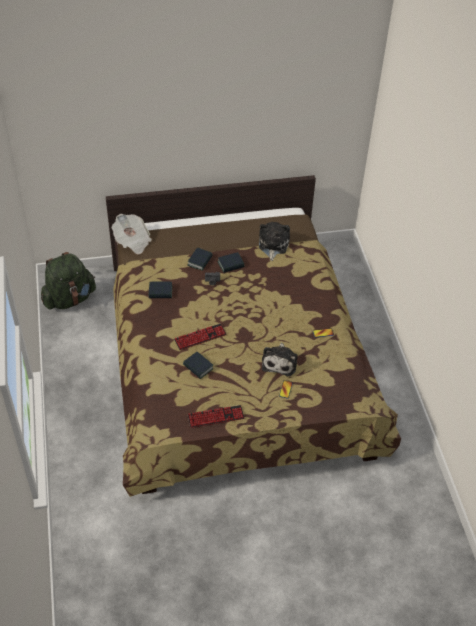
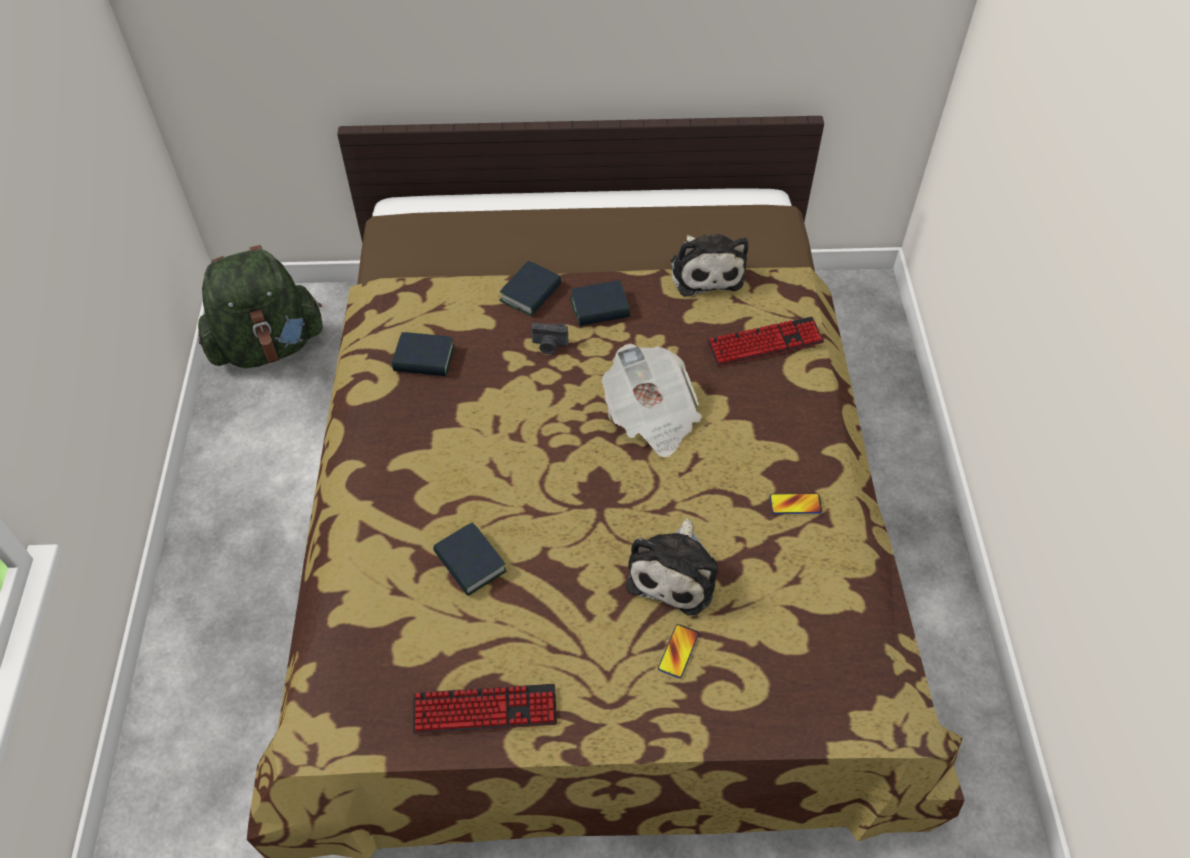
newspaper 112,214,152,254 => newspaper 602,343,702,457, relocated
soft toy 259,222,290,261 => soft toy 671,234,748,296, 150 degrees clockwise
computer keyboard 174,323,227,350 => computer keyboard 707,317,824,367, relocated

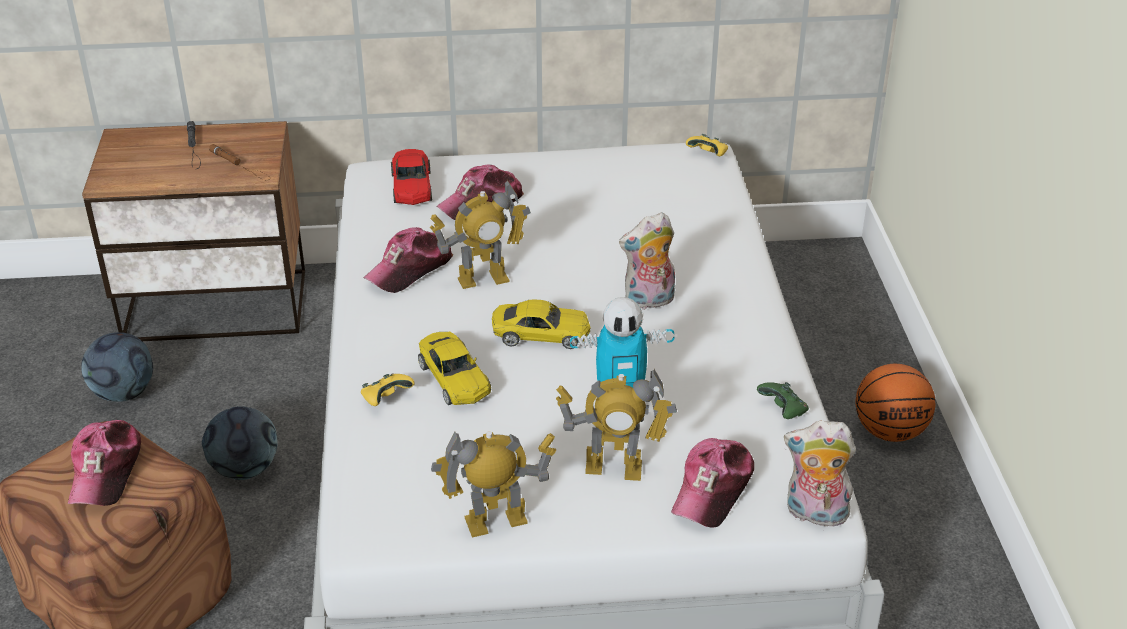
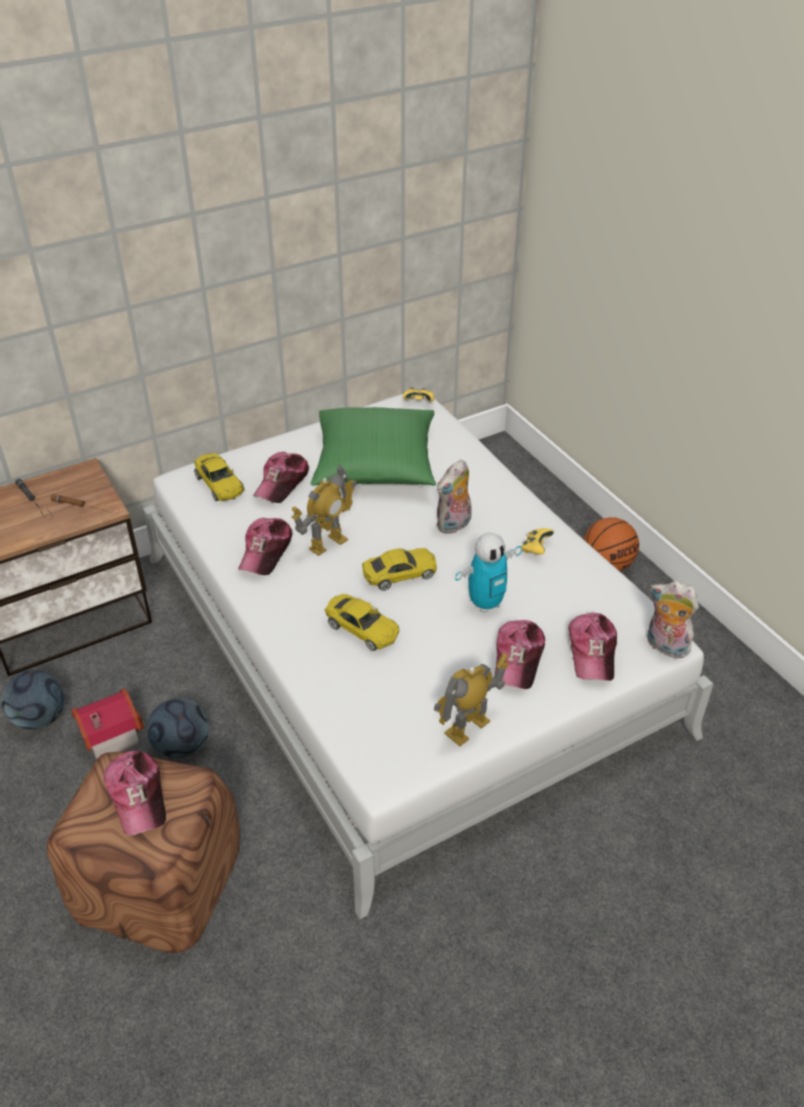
model car (red-coloured) 391,149,432,205 => model car (yellow-coloured) 194,453,244,501
toy robot 556,369,677,481 => peaked cap 495,620,545,689
joypad (yellow-coloured) 361,373,415,406 => joypad (yellow-coloured) 521,528,554,555, relocated
joypad (greenish) 757,382,809,419 => nothing
soft toy 784,420,856,527 => soft toy 647,581,699,658, 45 degrees clockwise
nothing => pillow (greenish) 310,407,436,486
nothing => toy house 71,688,144,759

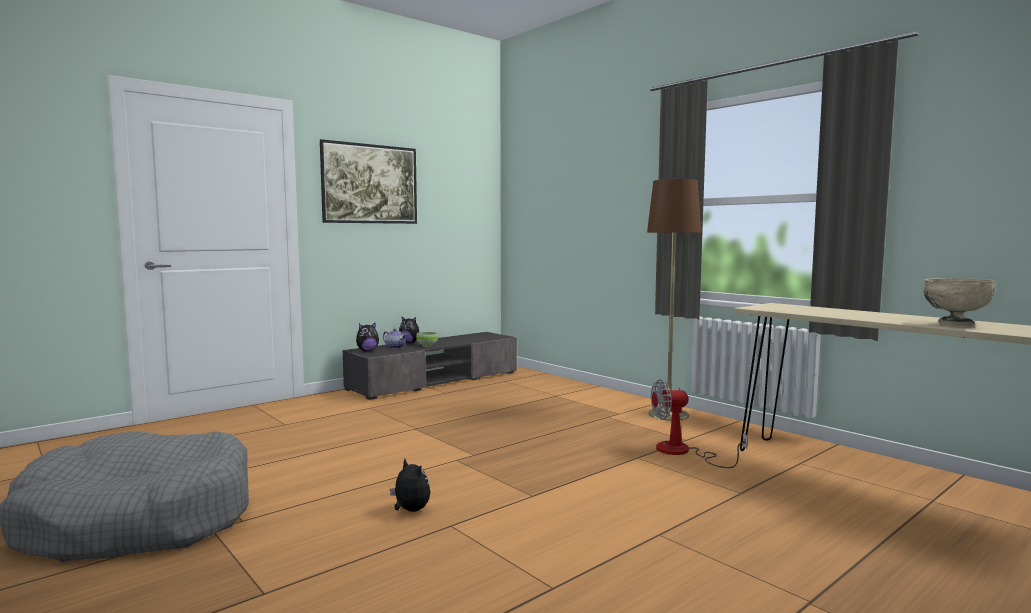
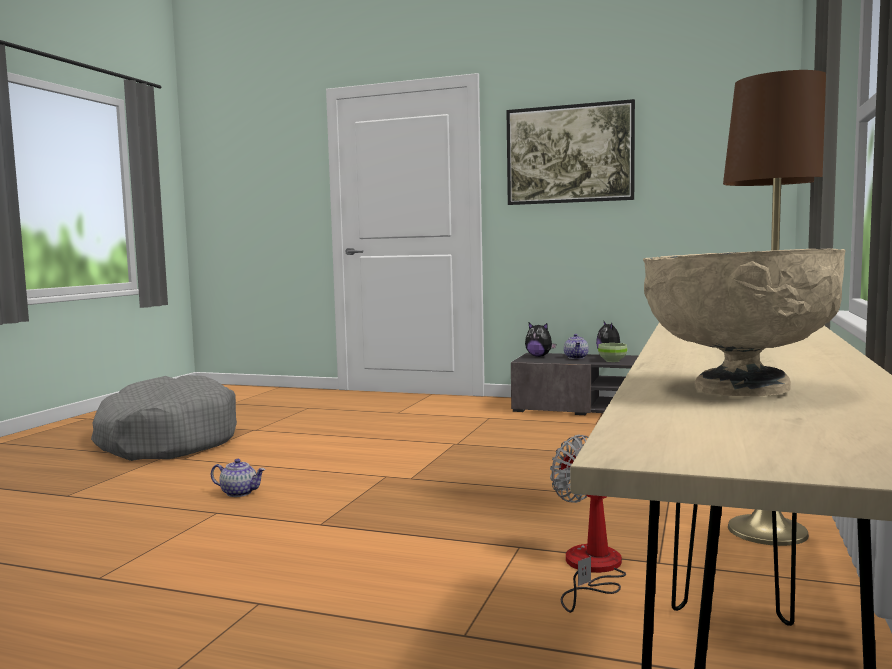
soft toy 390,459,430,512 => pot for tea 211,459,266,497

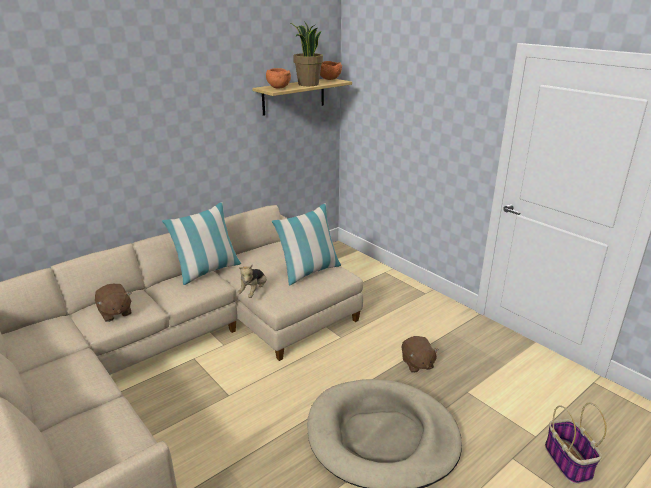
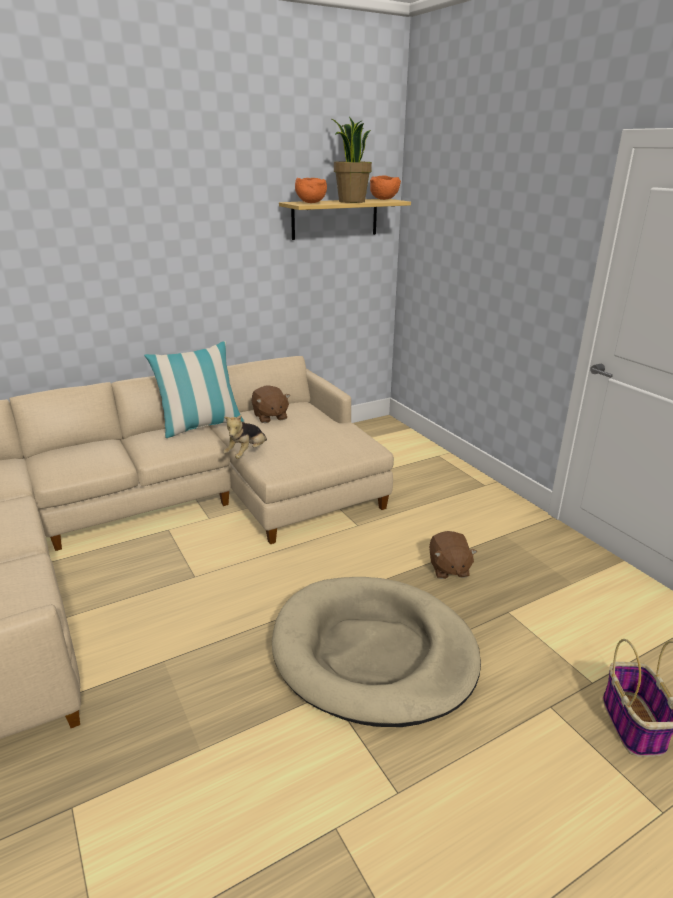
pillow 272,203,341,285 => nothing
soft toy (brown) 95,284,132,322 => soft toy (brown) 252,386,290,423, relocated

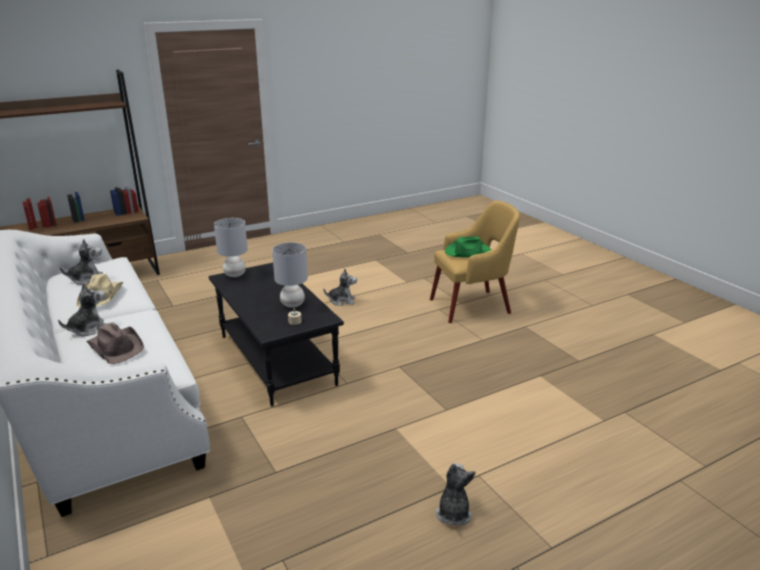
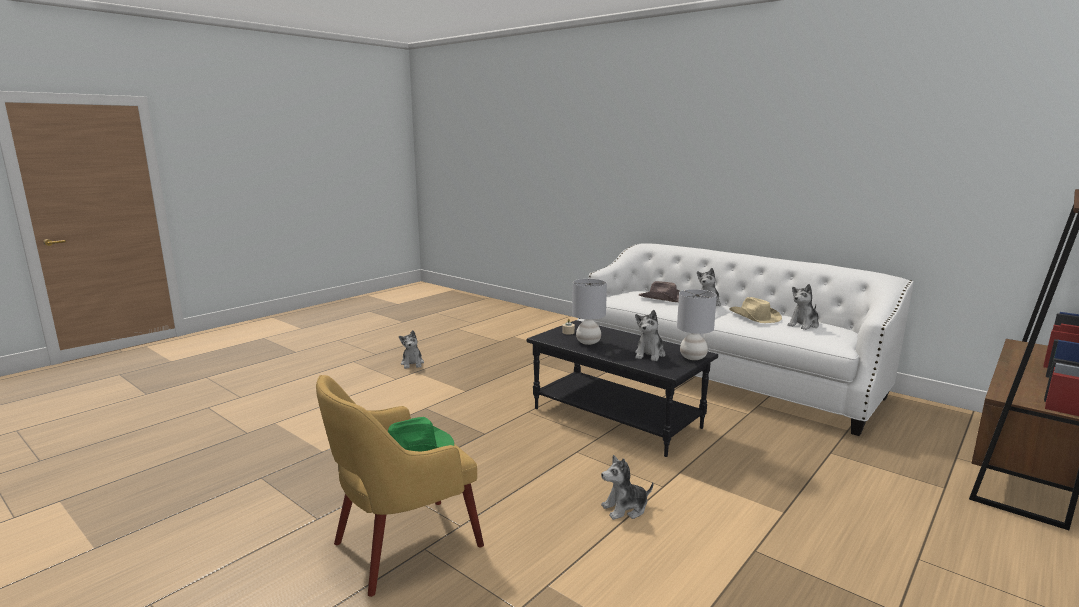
nothing => soft toy 635,310,666,361

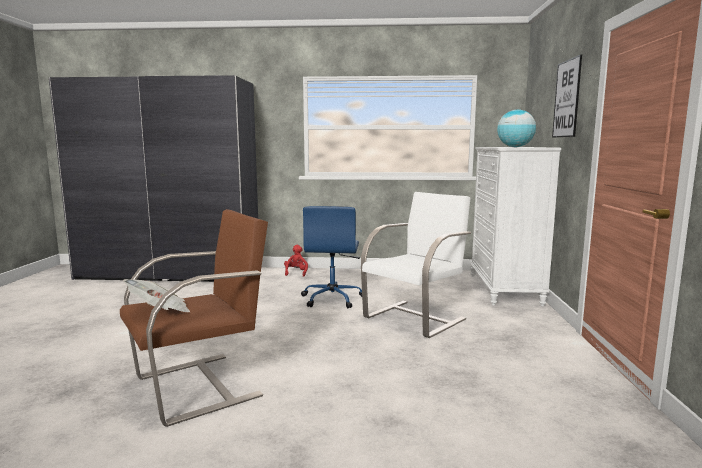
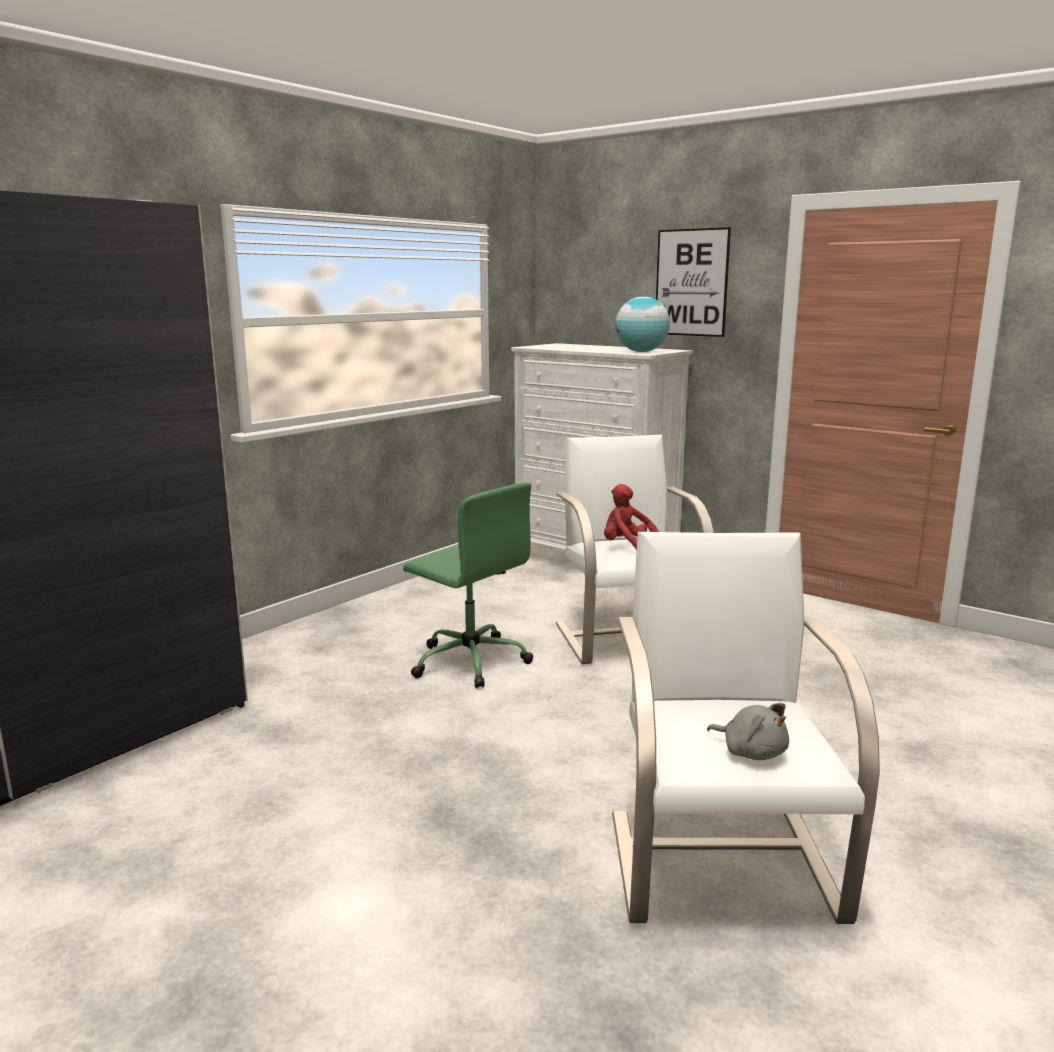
desk chair (blue-coloured) 301,206,362,308 => desk chair (greenish) 403,483,533,689
lounge chair (brown) 120,209,268,427 => lounge chair (whitish) 612,532,880,924
soft toy (red-coloured) 284,245,308,277 => soft toy (red-coloured) 604,484,659,550, relocated
newspaper 123,279,190,312 => soft toy (gray) 707,703,789,760

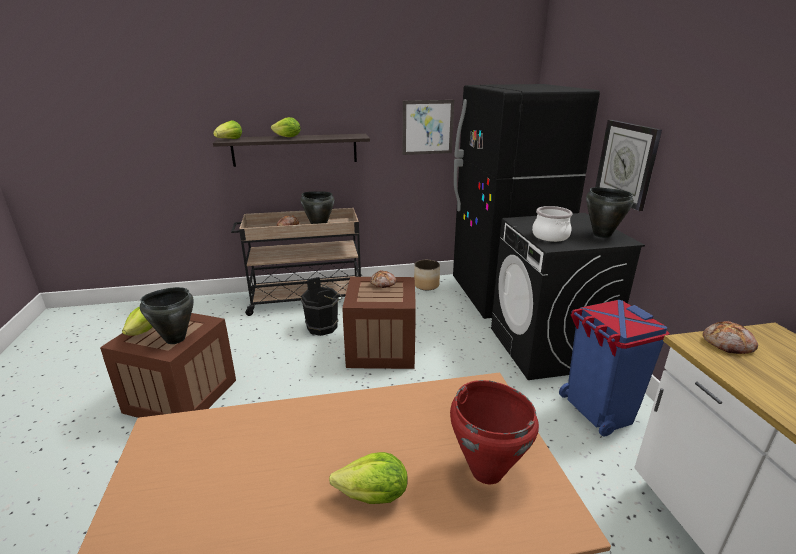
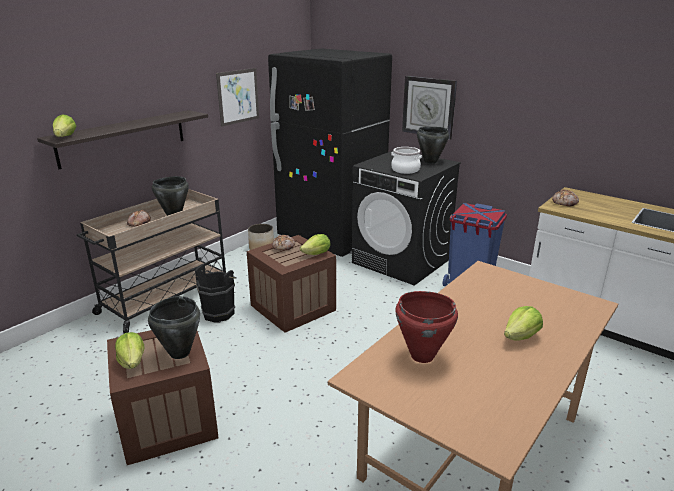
lettuce head 271,117,301,137 => lettuce head 300,234,330,255, relocated
saucepot (red-coloured) 450,380,539,484 => saucepot (red-coloured) 395,291,458,363, relocated

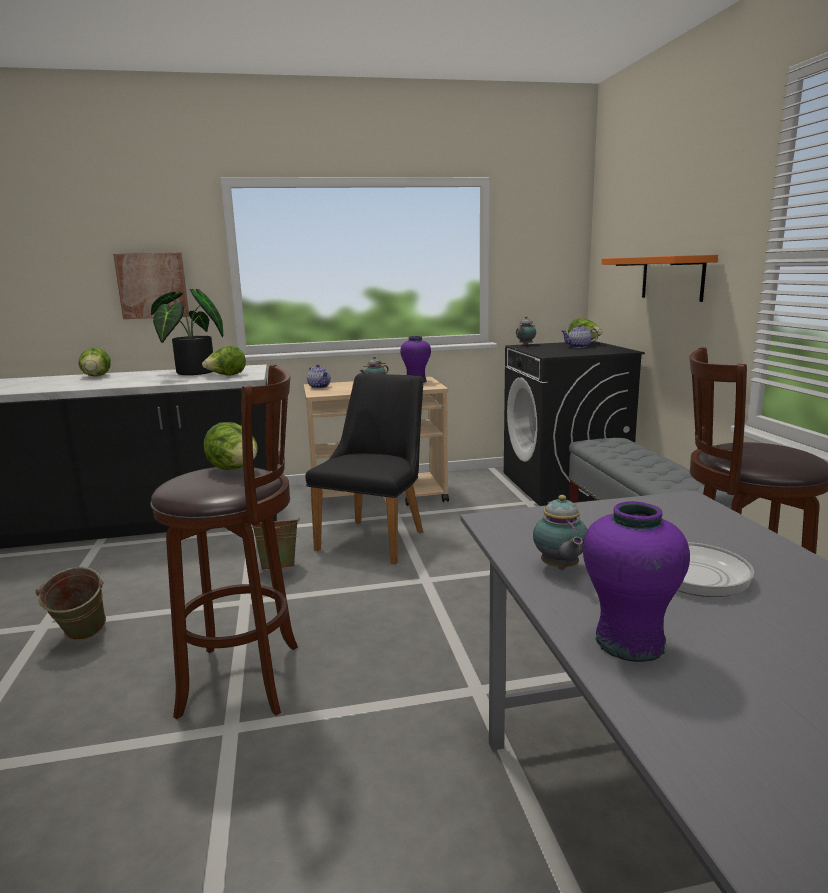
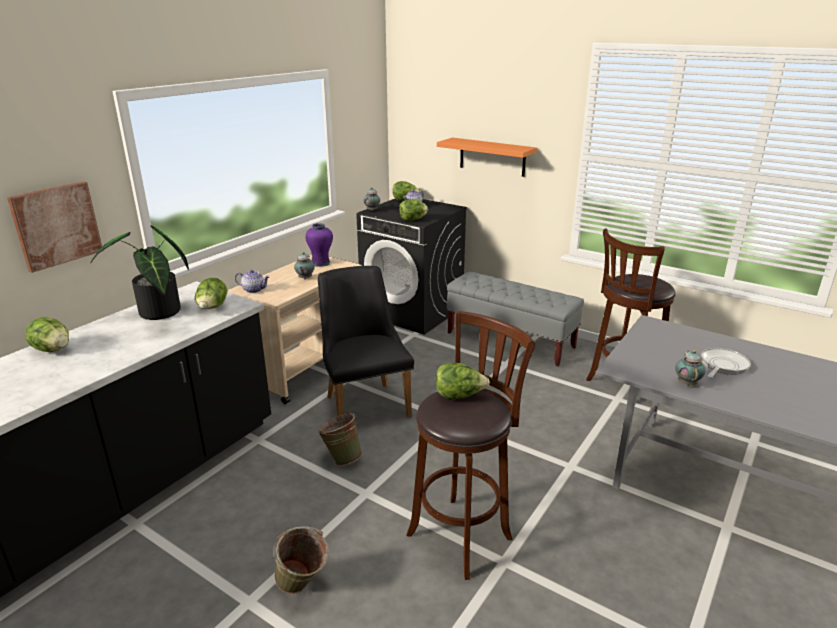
pot for tea 533,495,587,570 => pot for tea 675,350,705,386, 120 degrees counterclockwise
decorative vase (purple-coloured) 583,501,690,662 => nothing
nothing => lettuce head 399,199,428,221

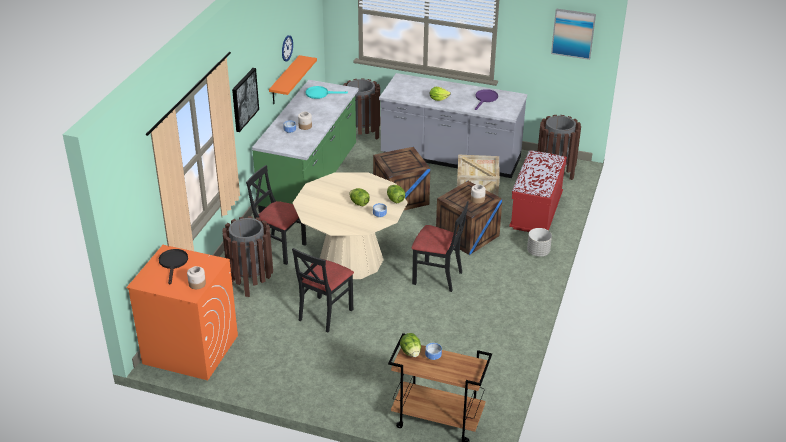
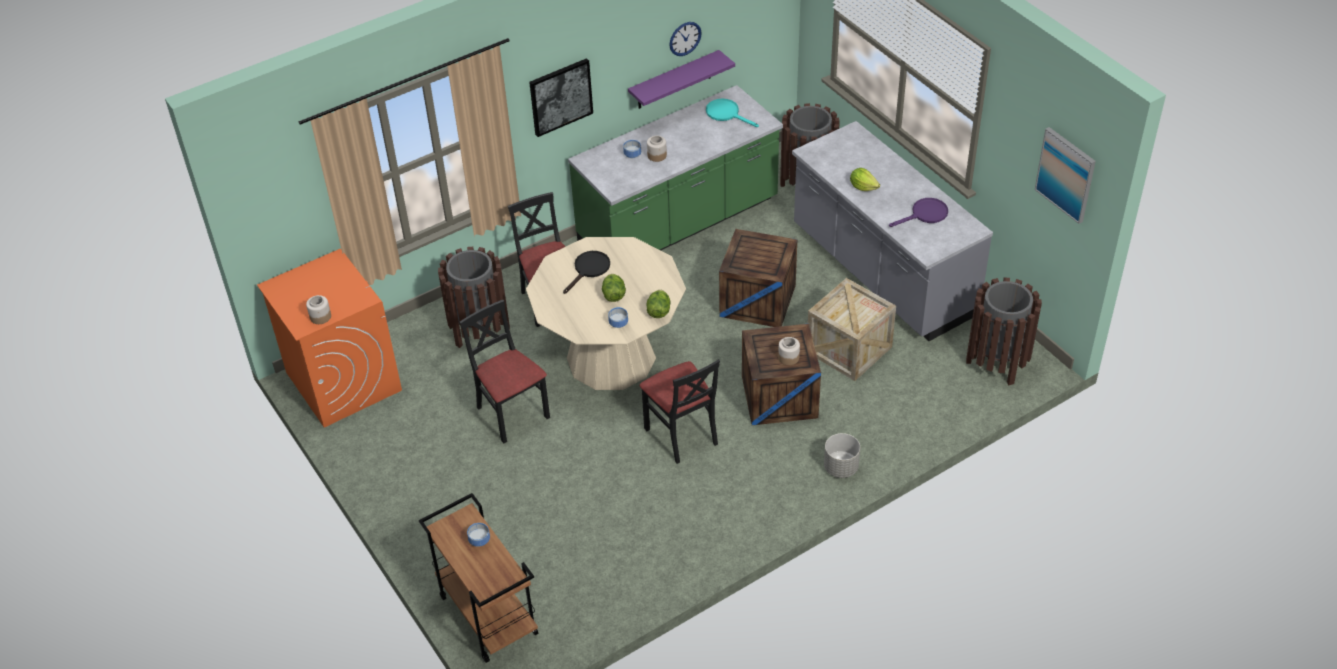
bracket shelf (orange-coloured) 269,55,317,104 => bracket shelf (purple-coloured) 628,50,735,109
bench (red-coloured) 509,151,567,232 => nothing
chair (blackish) 292,248,354,332 => chair (blackish) 459,300,550,443, 75 degrees clockwise
skillet (blackish) 159,249,188,284 => skillet (blackish) 563,251,610,294, relocated
lettuce head 400,333,421,357 => nothing

